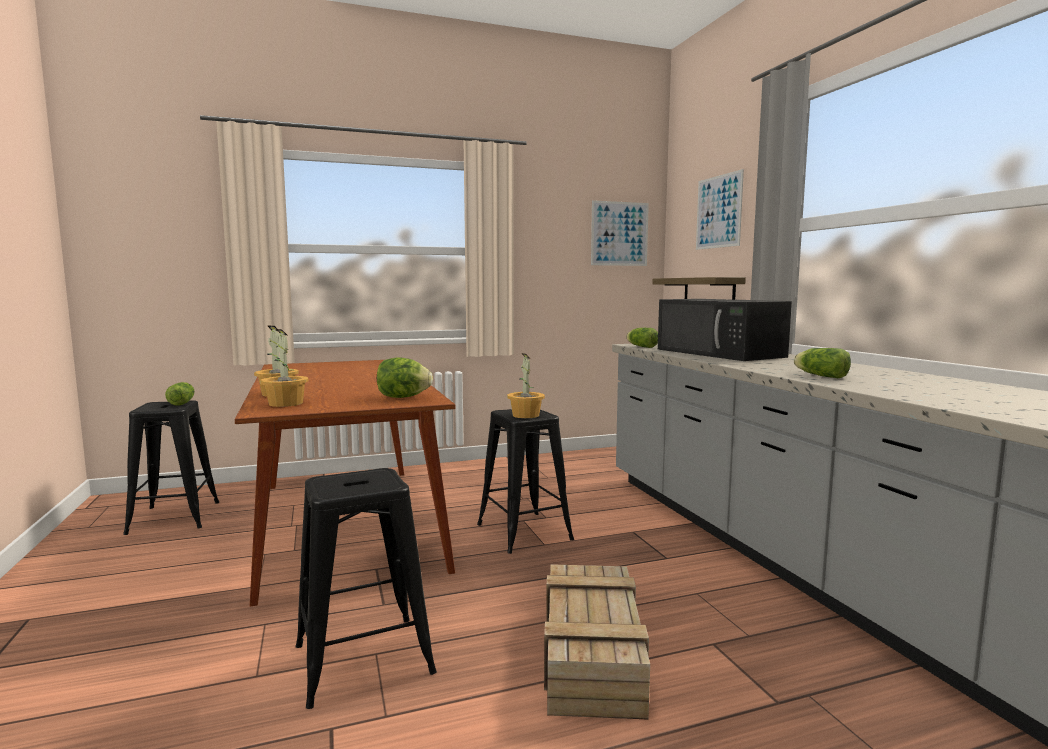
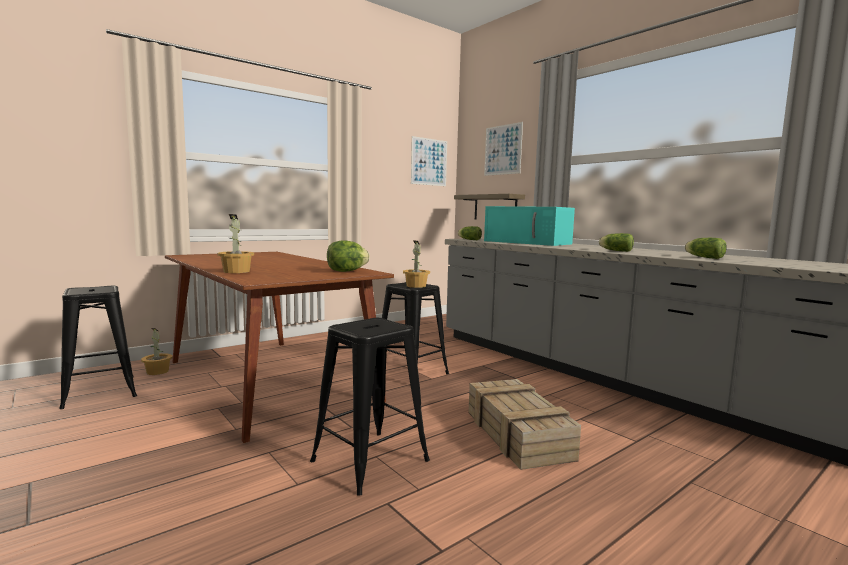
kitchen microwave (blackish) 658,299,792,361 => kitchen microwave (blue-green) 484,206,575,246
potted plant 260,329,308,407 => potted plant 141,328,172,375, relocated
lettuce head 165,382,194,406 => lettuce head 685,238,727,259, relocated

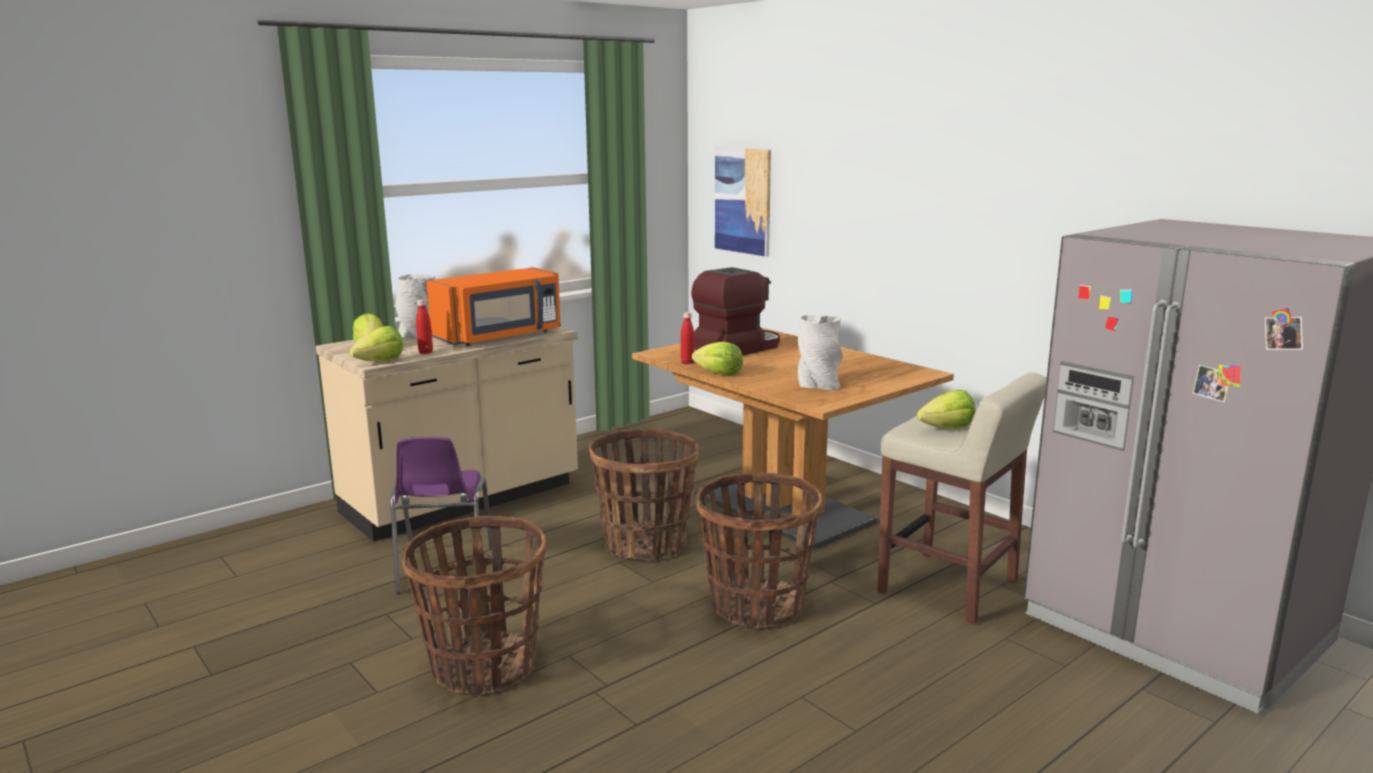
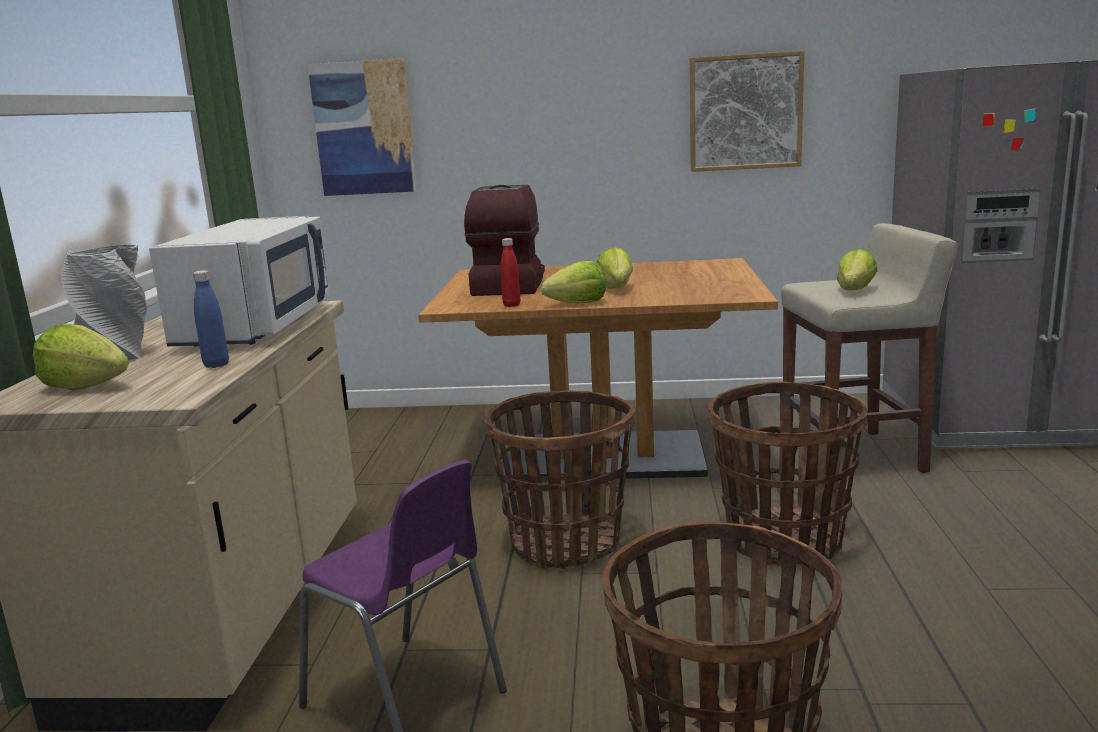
kitchen microwave (orange-coloured) 426,267,561,346 => kitchen microwave (whitish) 149,216,330,346
bottle (red-coloured) 416,299,433,354 => bottle (blue-coloured) 193,270,229,368
decorative vase (gray) 798,315,843,390 => nothing
lettuce head 350,326,403,361 => lettuce head 597,247,633,289, relocated
nothing => wall picture 690,51,804,172

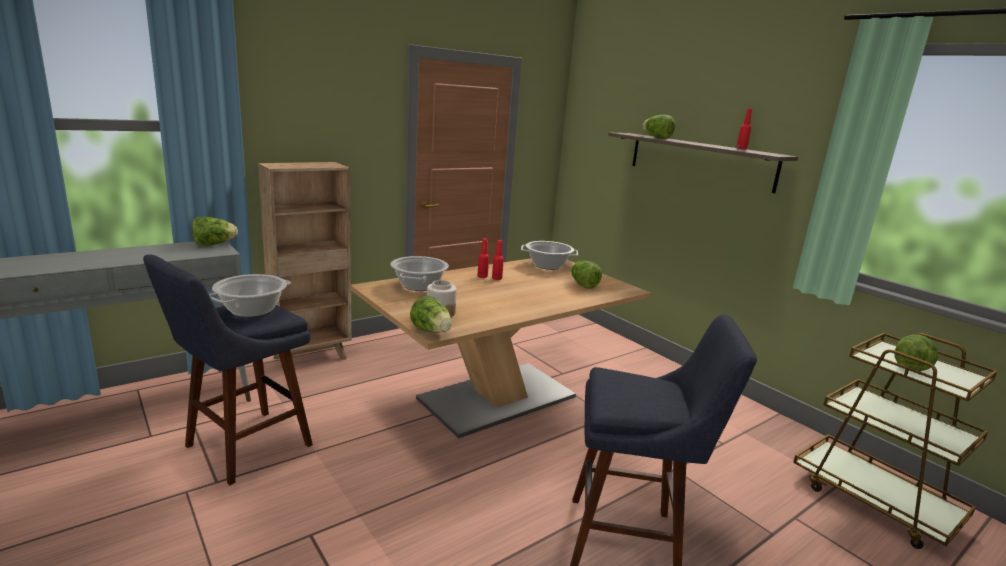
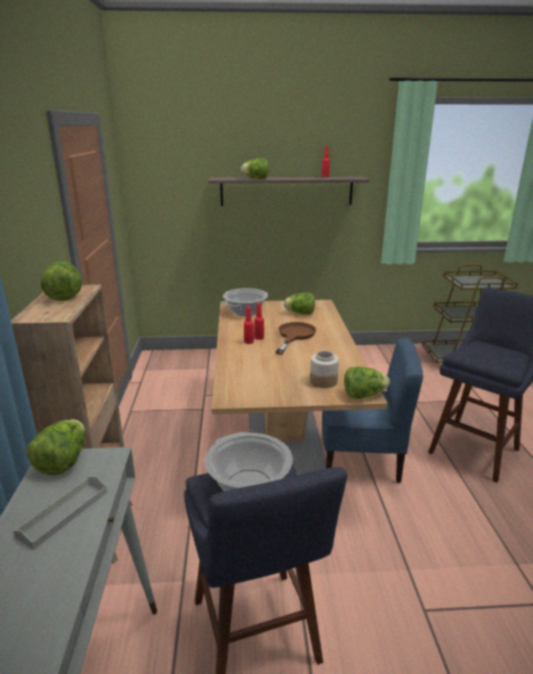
saucepot 390,256,449,291 => nothing
lettuce head 894,335,938,371 => lettuce head 41,262,82,301, relocated
nothing => skillet (brown) 276,322,316,355
nothing => chair (blue-coloured) 322,338,423,483
nothing => carrying tray (gray) 13,476,107,550

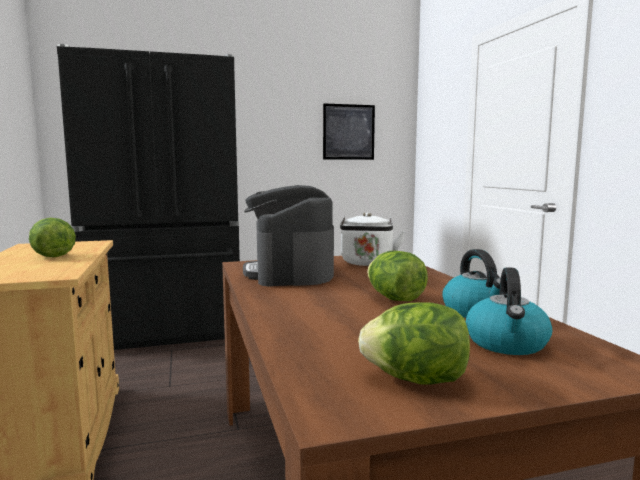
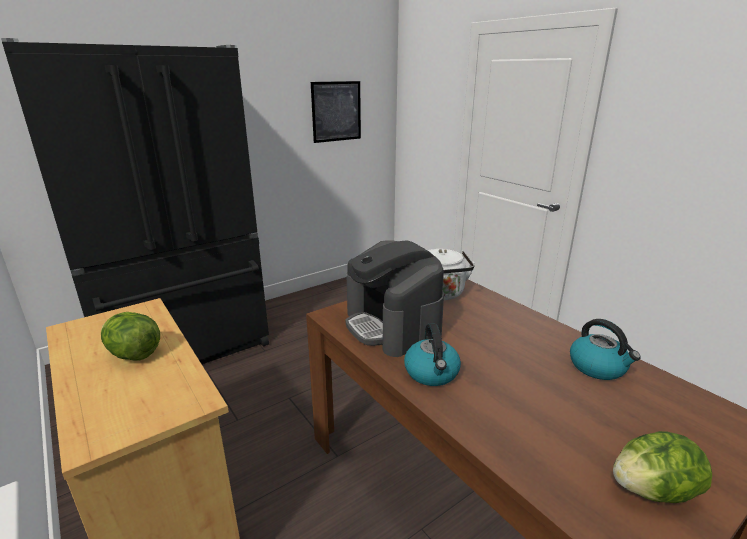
lettuce head 367,251,428,301 => nothing
tea kettle 466,267,552,355 => tea kettle 404,323,461,386, relocated

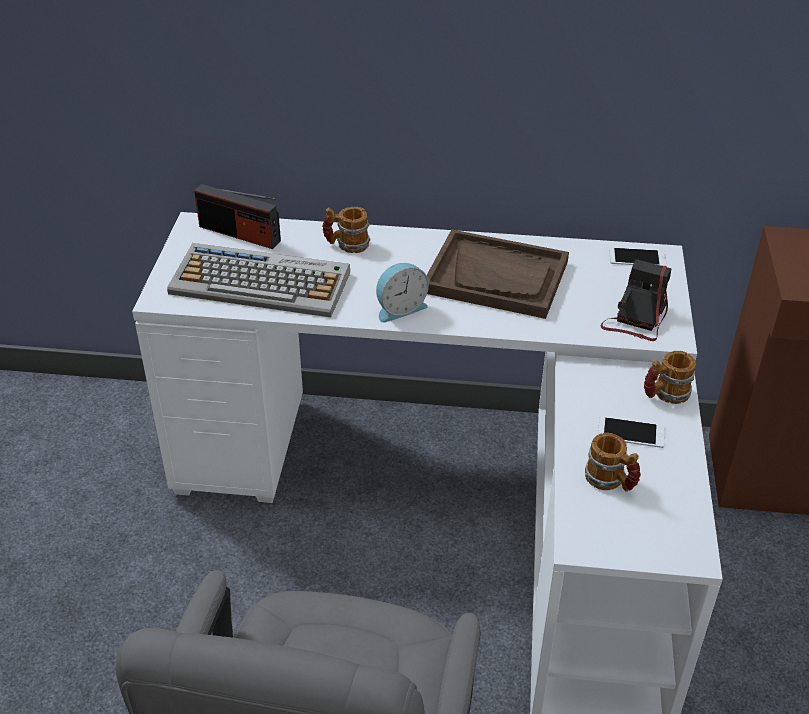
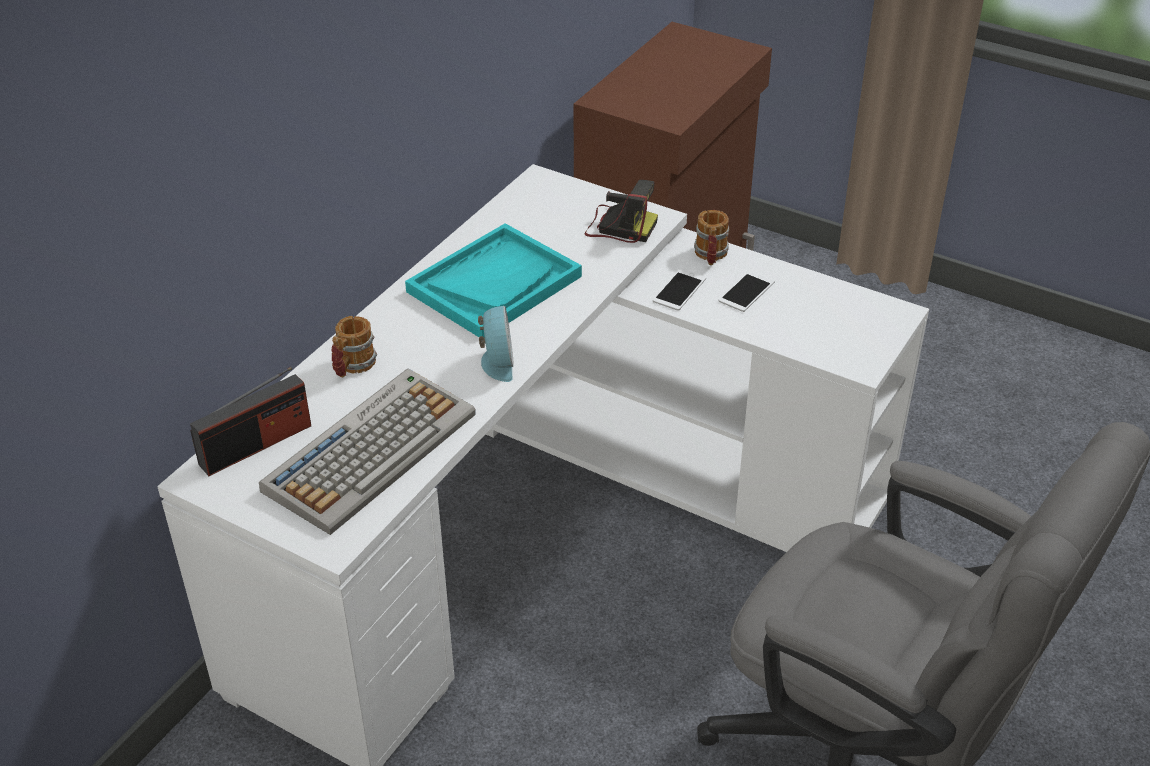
carrying tray (brown) 426,229,569,319 => carrying tray (blue-green) 405,223,582,337
handset 609,247,667,266 => handset 653,269,706,311, relocated
still camera 601,259,672,341 => still camera 585,180,658,243, 150 degrees clockwise
coffee mug 585,433,641,492 => nothing

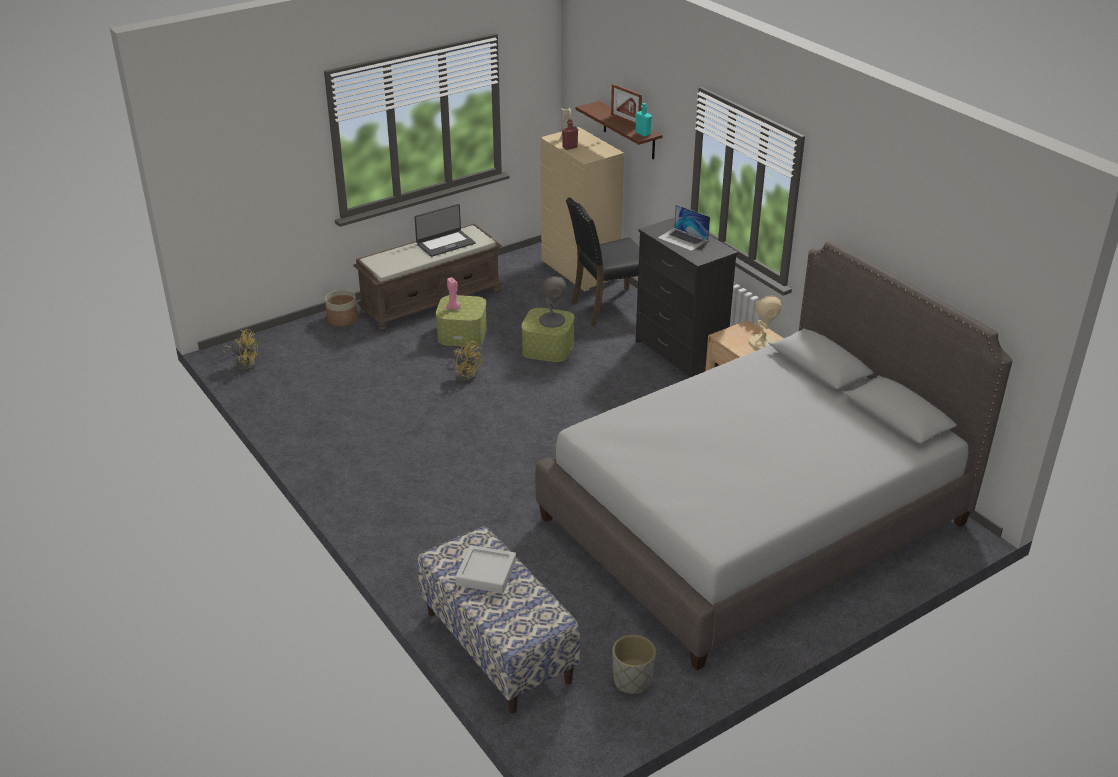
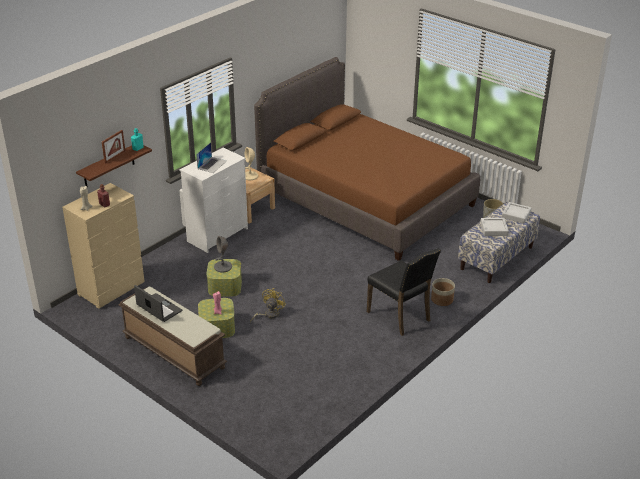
chair (blackish) 566,198,639,327 => chair (blackish) 367,248,441,336, relocated
dresser (blackish) 636,217,738,378 => dresser (whitish) 180,148,248,253
bed (gray) 535,241,1013,670 => bed (brown) 254,57,481,261
plant pot 325,290,358,327 => plant pot 431,278,455,306, relocated
cooling fan (yellow-coloured) 221,329,258,371 => nothing
nothing => carrying tray (gray) 502,202,531,223

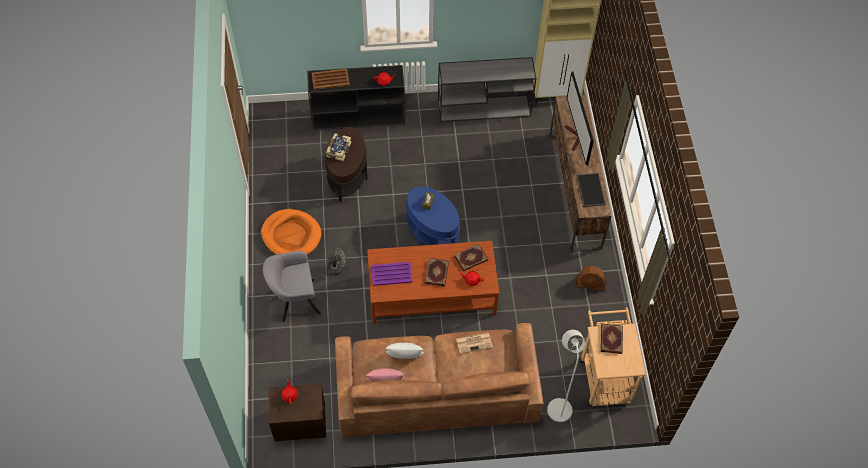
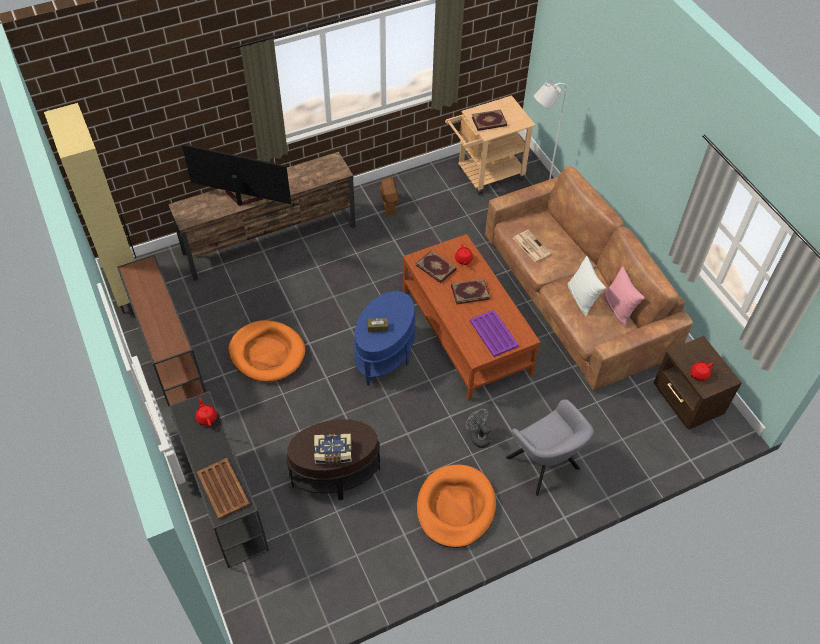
narrow table (gray) 438,57,536,122 => narrow table (brown) 117,255,206,406
TV 565,72,594,165 => TV 182,144,291,206, 135 degrees counterclockwise
carrying tray 576,173,606,207 => nothing
nothing => dog bed (orange-coloured) 229,320,305,382

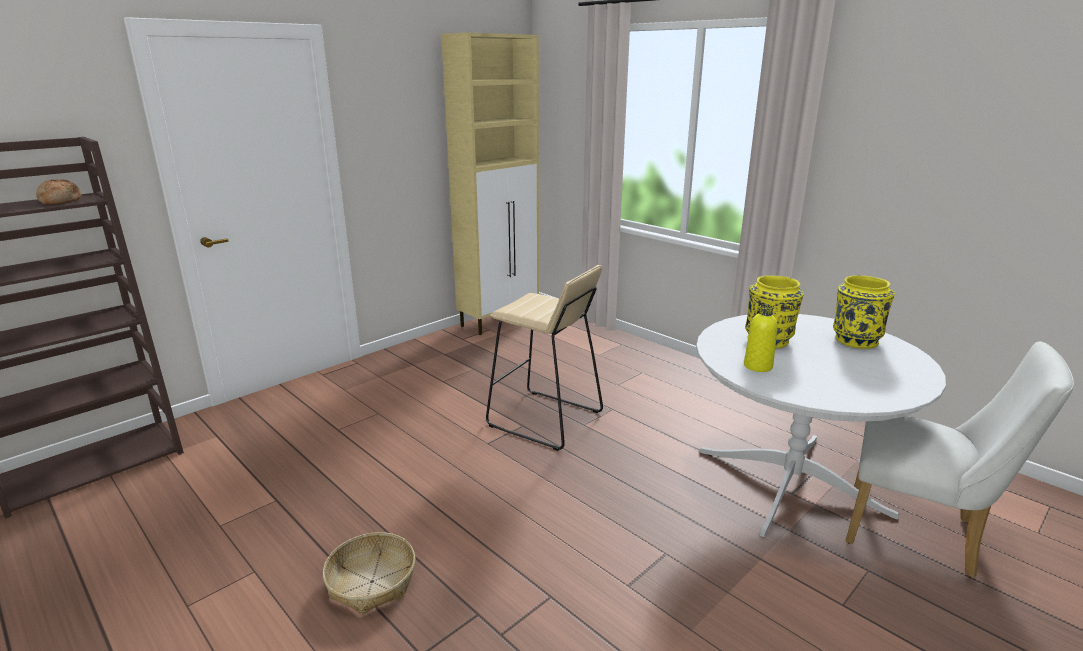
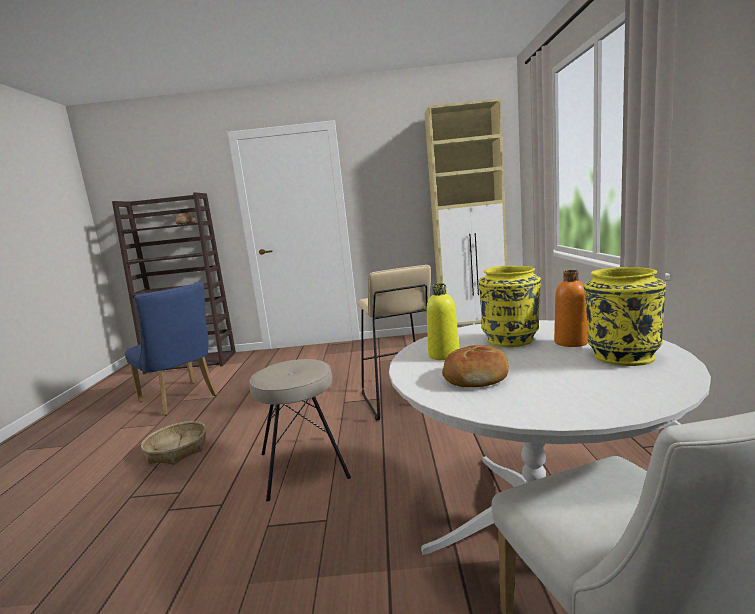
nothing => bottle (orange-coloured) 554,270,588,347
nothing => chair (blue-coloured) 125,282,217,416
nothing => bakery bread 442,345,509,387
nothing => sitting stool (beige-coloured) 249,359,351,501

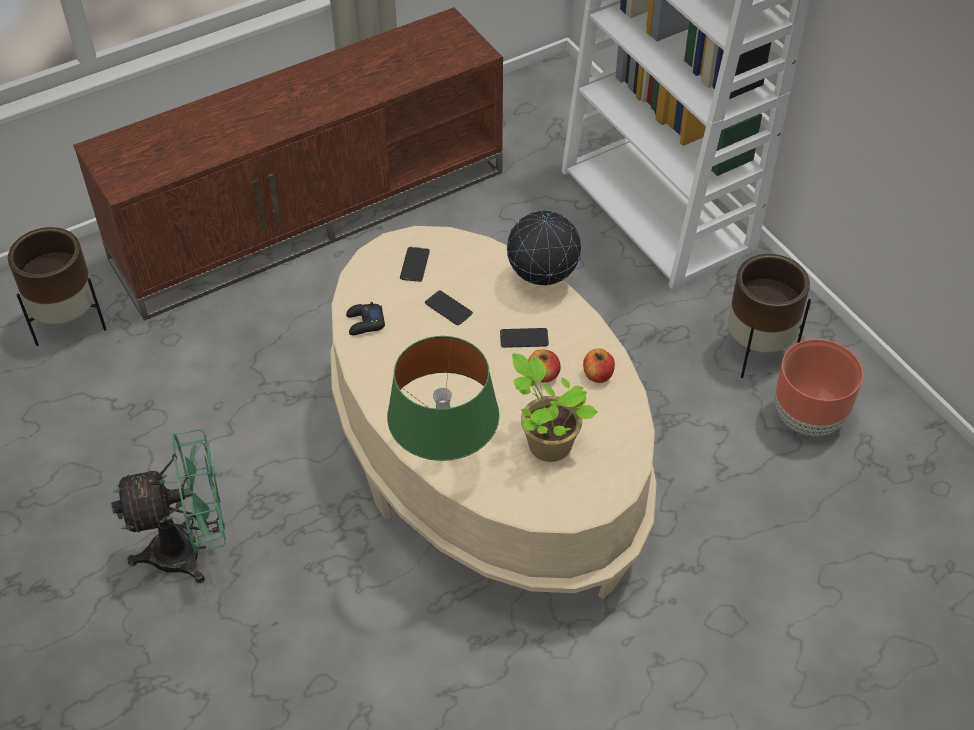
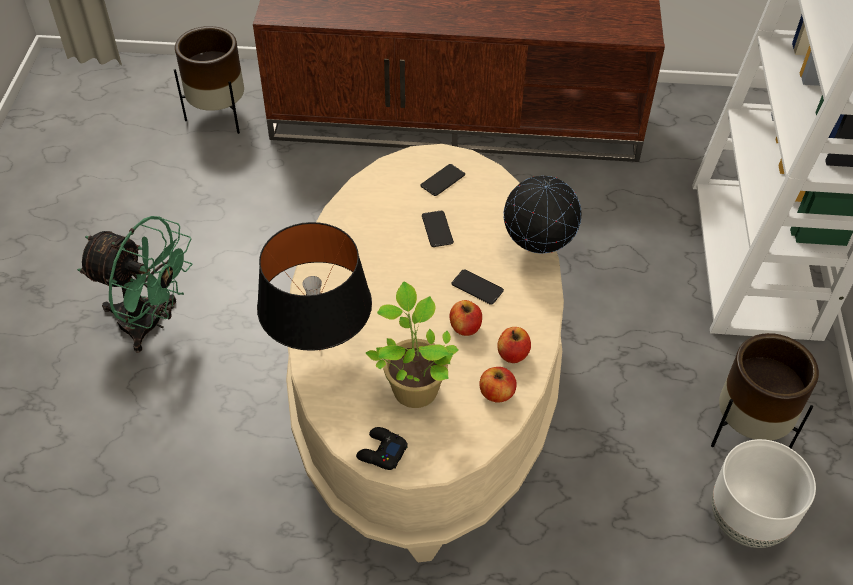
joypad (blackish) 346,302,385,335 => joypad (blackish) 356,427,408,470, relocated
tabletop lamp (greenish) 387,336,500,461 => tabletop lamp (blackish) 257,222,372,351
plant pot (brown) 775,339,863,436 => plant pot (whitish) 712,439,816,548
nothing => whole apple 479,367,517,403

